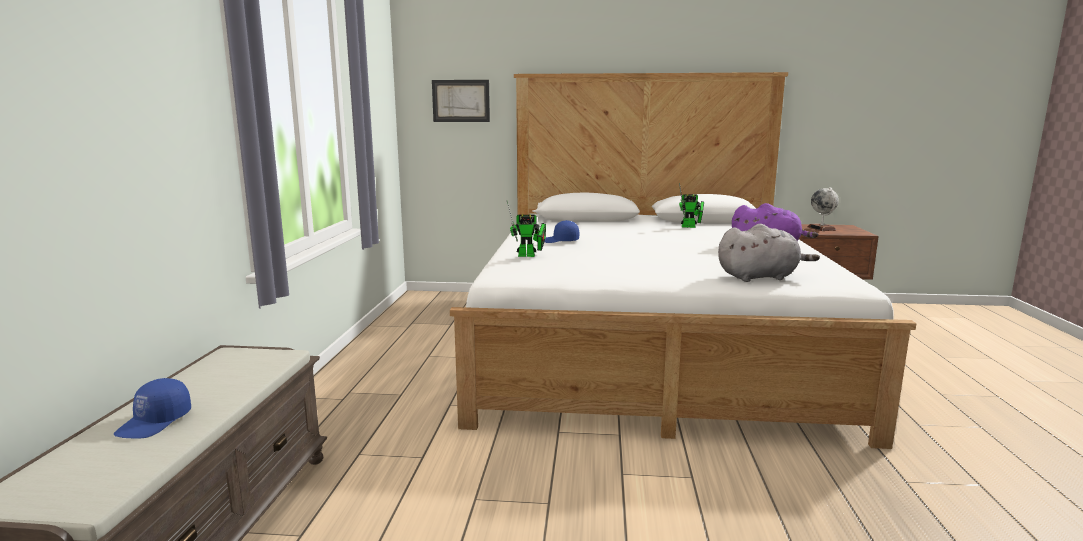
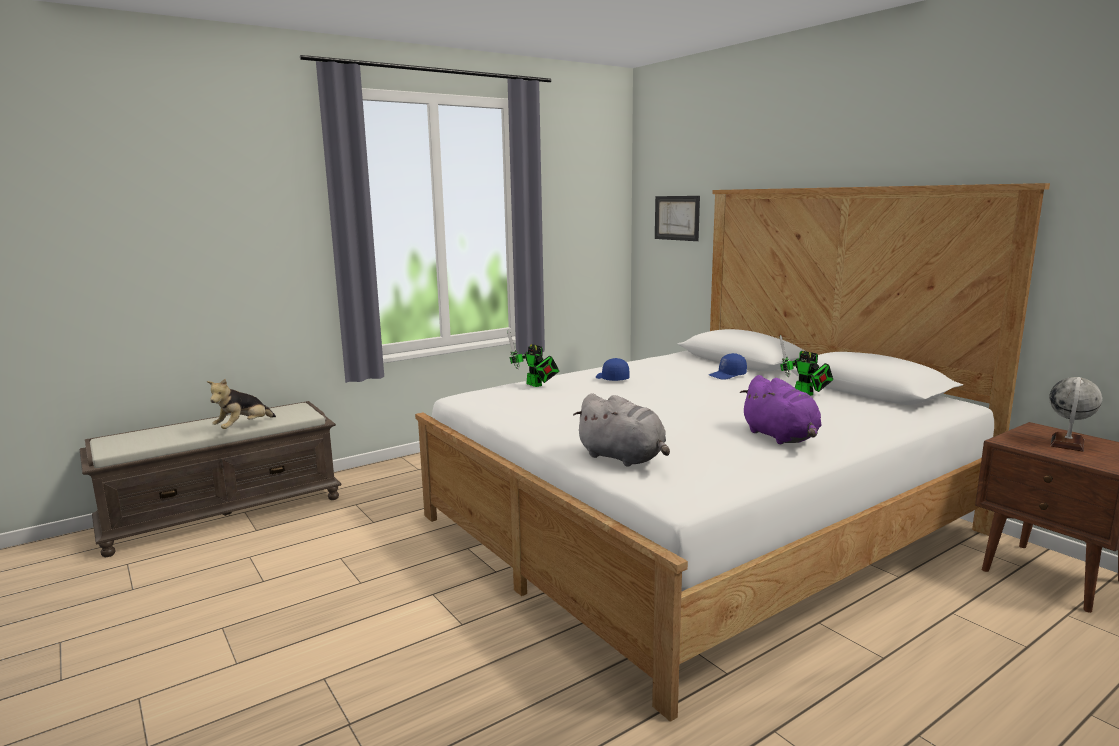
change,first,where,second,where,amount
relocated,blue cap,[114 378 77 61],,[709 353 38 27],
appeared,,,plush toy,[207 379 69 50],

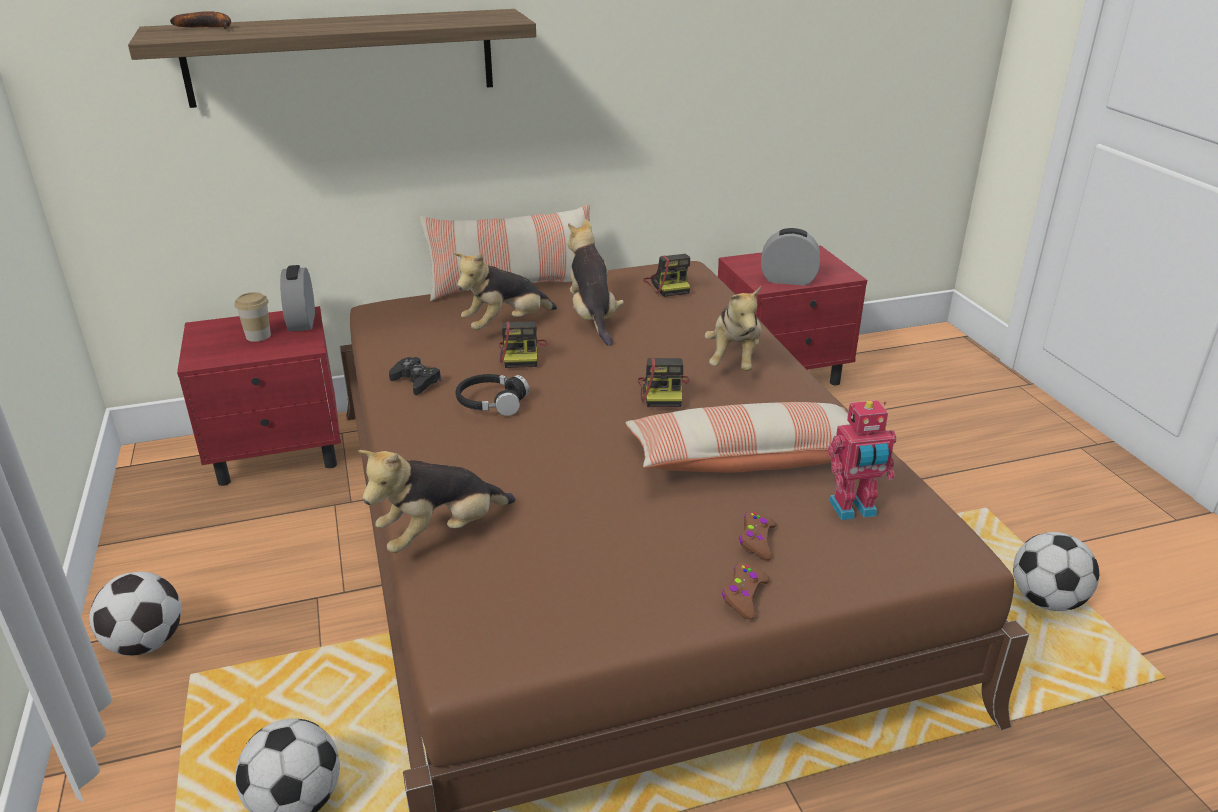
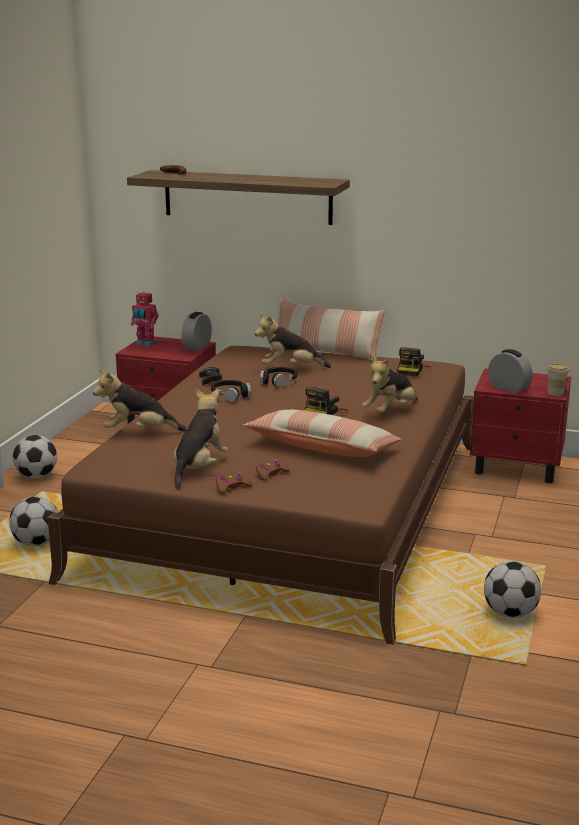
change,first,where,second,where,amount
relocated,plush toy,[567 219 57 127],,[173 389 55 100],
relocated,cup,[235 292 36 50],,[547 364 22 32],
exchanged,photo camera,[499 321 49 47],black headphones,[260 367 37 21],
relocated,toy robot,[828 400 68 120],,[130 291 29 55],

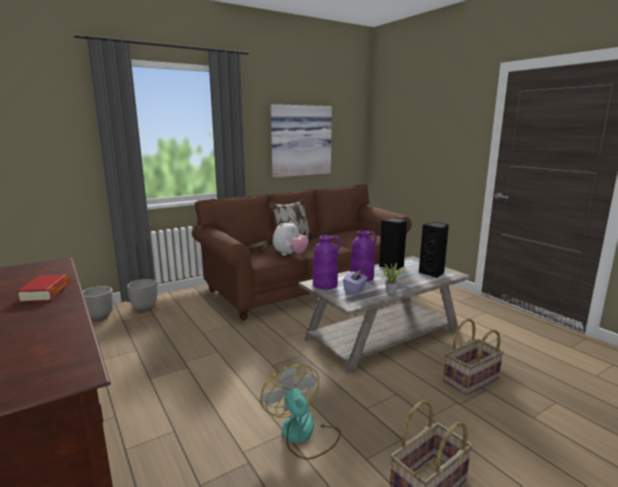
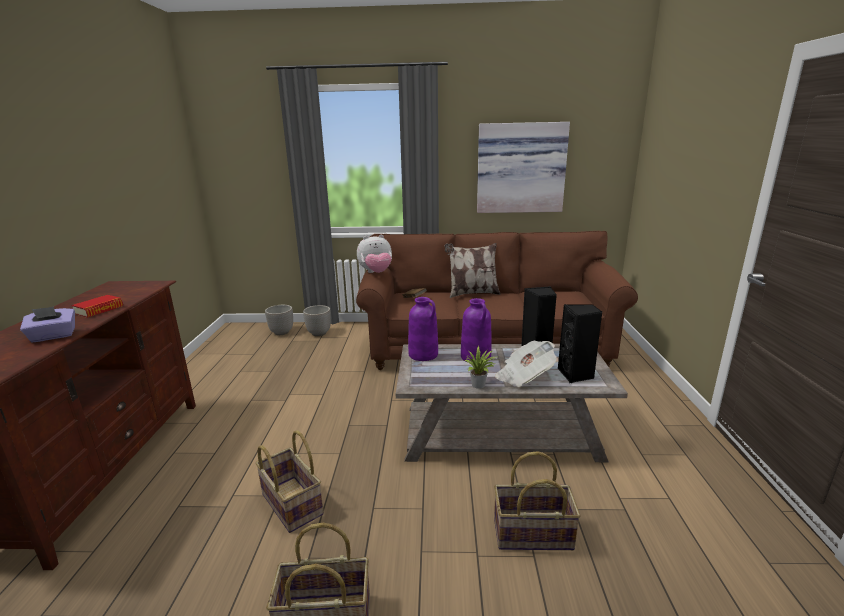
change,first,where,second,where,amount
relocated,plush toy,[273 220 36 36],,[357 235 35 38],
relocated,purple tissue box,[343 269 25 25],,[20 307 55 35],
exchanged,fan,[260 364 81 96],basket,[255 430 69 103],
appeared,,,newspaper,[495 341 62 46],

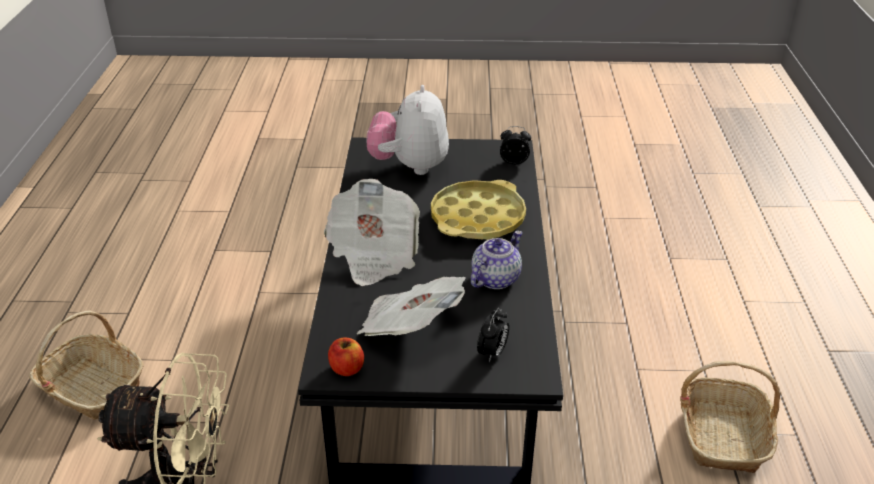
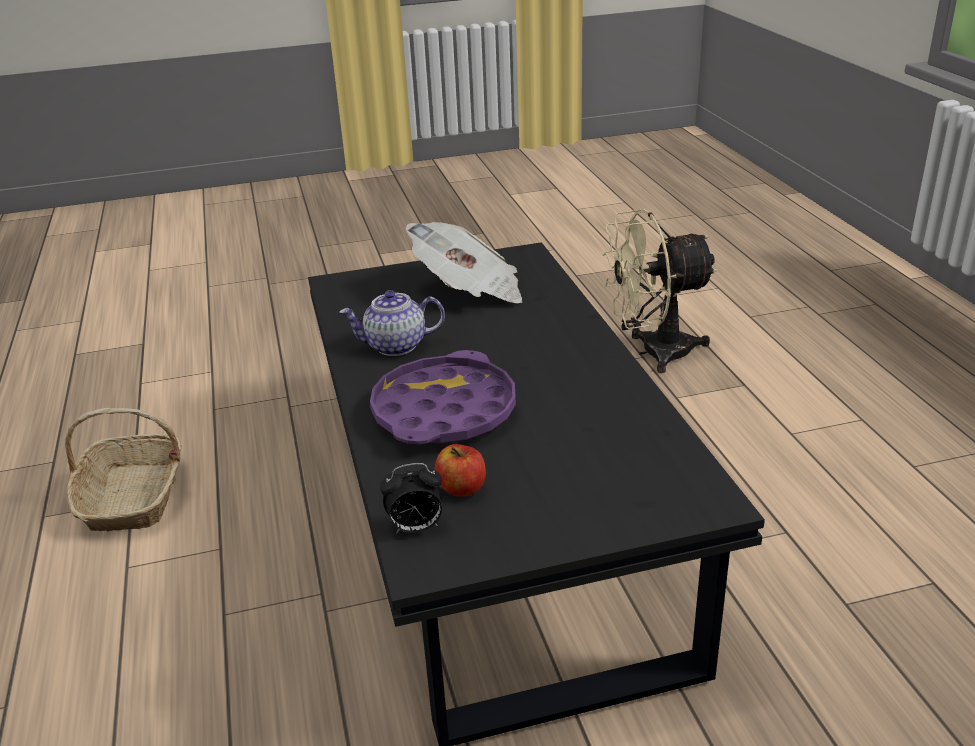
change,first,where,second,where,amount
missing,plush toy,[366 85 83 90],,,
missing,newspaper,[324 179 96 107],,,
colour,yellow tray,[431 180 95 60],purple tray,[370 350 146 94],
spun,teapot,[471 231 51 58],,[339 290 106 66],60 degrees clockwise
missing,alarm clock,[477 308 32 54],,,
missing,basket,[29 311 115 108],,,
relocated,apple,[328 338 36 38],,[435 444 51 53],

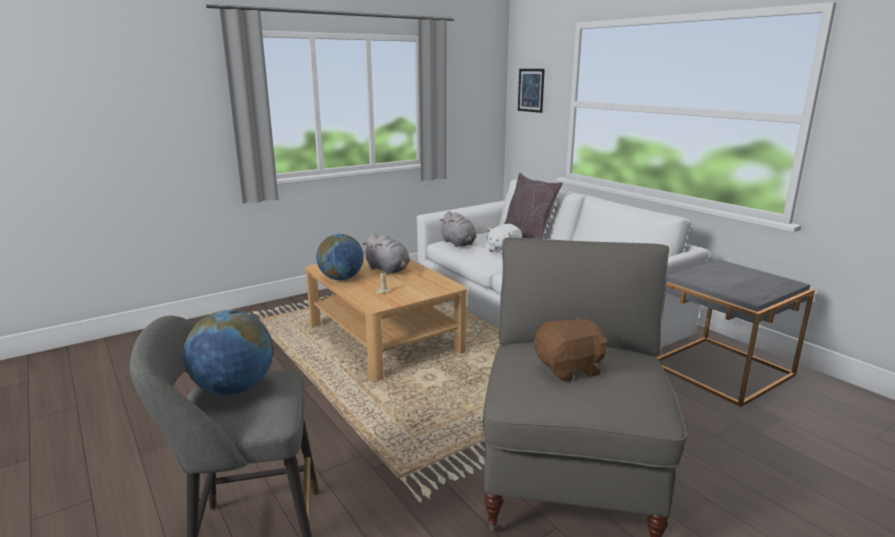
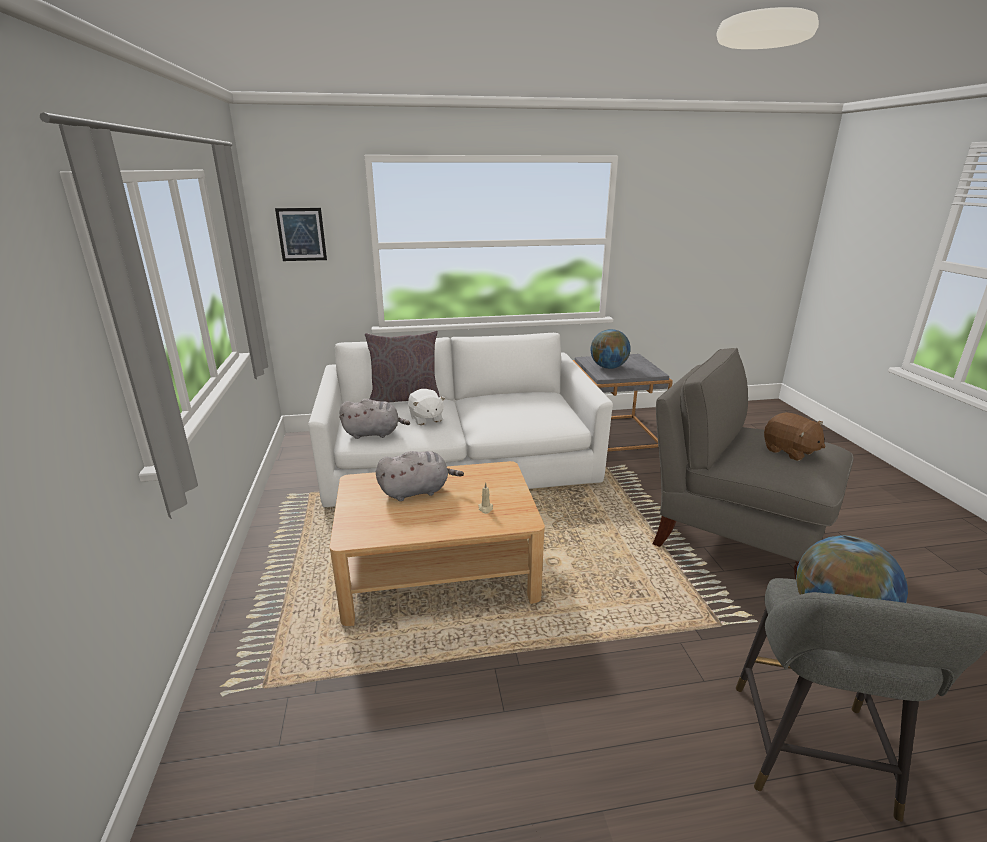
change,first,where,second,where,amount
relocated,globe,[316 234 48 46],,[591 329 39 40],
spun,brown plush toy,[534 316 73 66],,[764 412 62 49],135 degrees clockwise

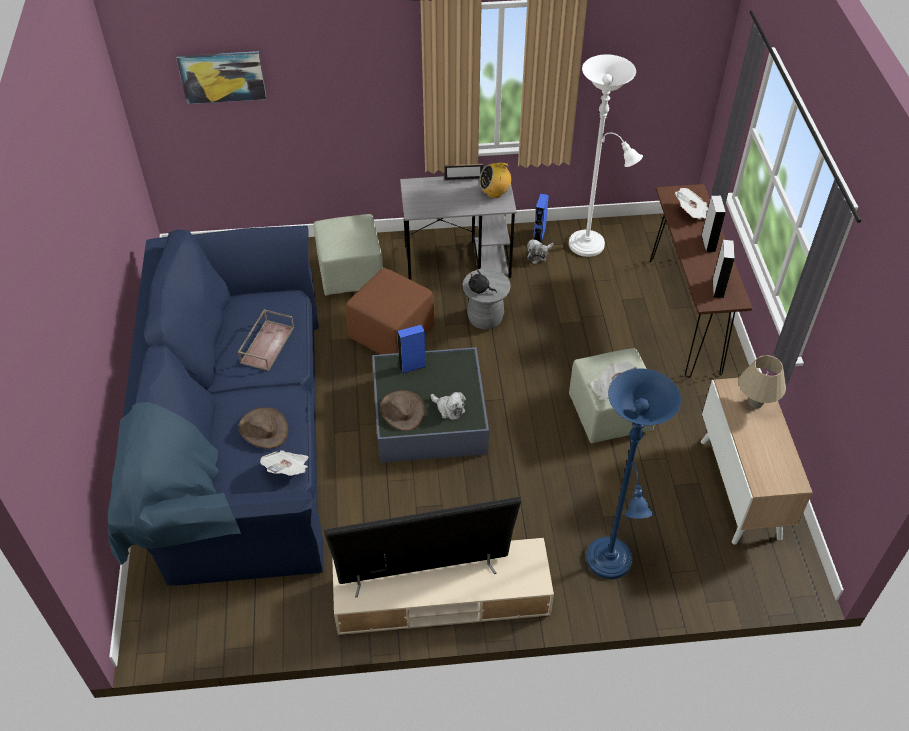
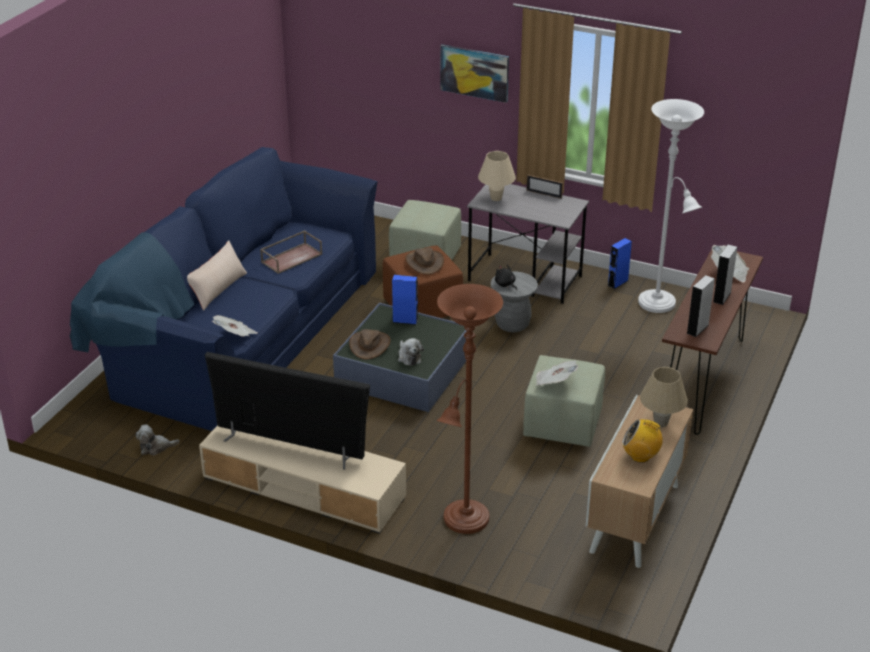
change,first,where,second,where,amount
relocated,picture,[176 51 90 53],,[440 44 69 59],
relocated,radio,[479 163 32 35],,[622 419 42 44],
relocated,plush toy,[527 239 27 26],,[135 425 44 30],
colour,blue floor lamp,[586 369 95 210],brown floor lamp,[437 284 66 250],
relocated,brown hat,[239 407 49 42],,[405 247 39 28],
appeared,,,beige table lamp,[478 151 38 50],
appeared,,,beige pillow,[187 240 60 71],

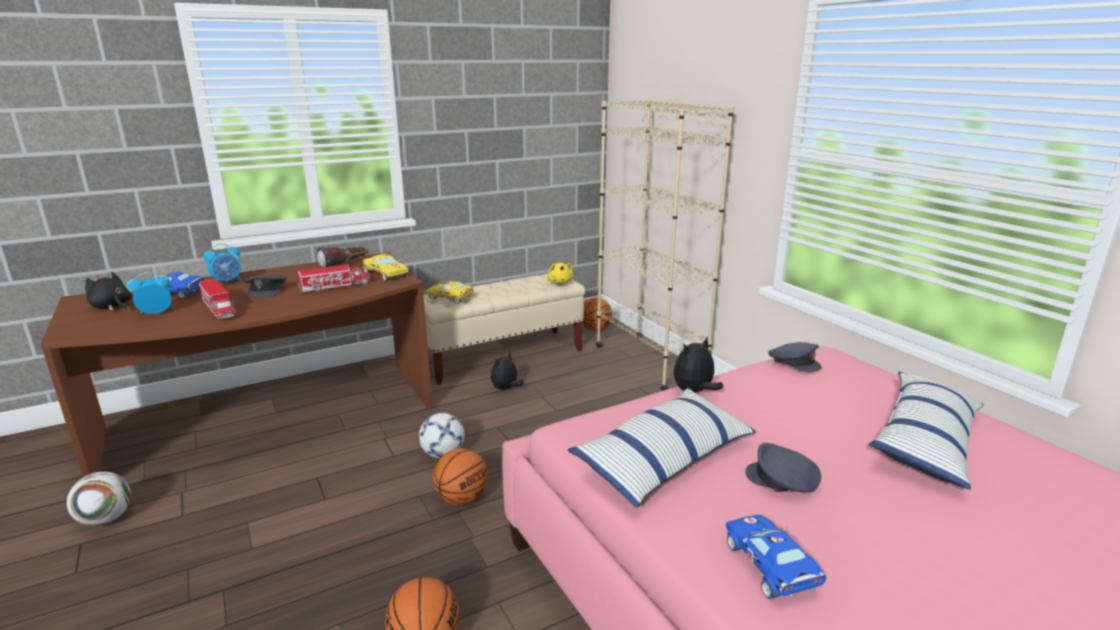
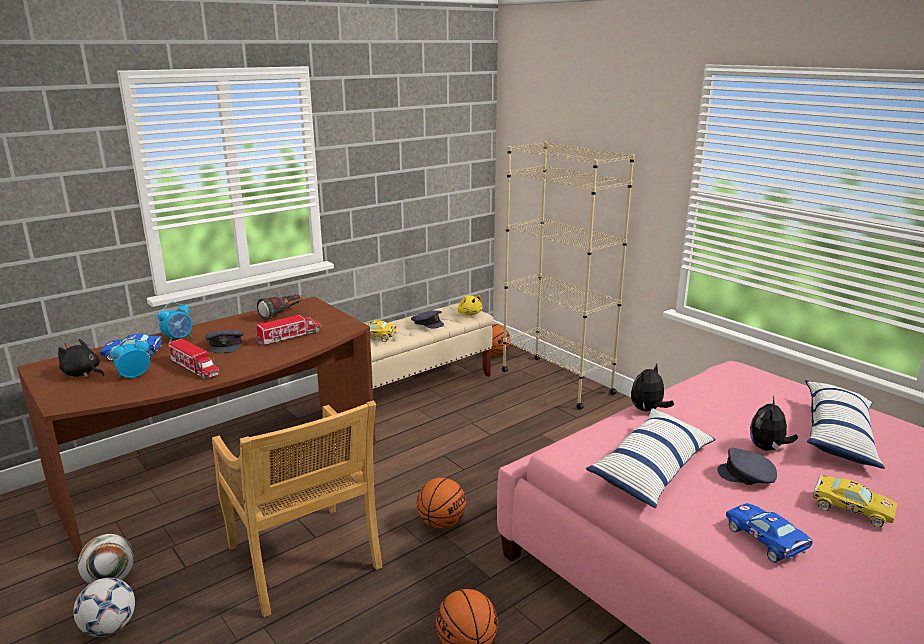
change,first,where,second,where,amount
relocated,yellow toy car,[362 253 46 27],,[813 475 84 52],
relocated,grey cap,[768 342 54 30],,[411 310 33 18],
relocated,plush toy,[491 351 33 39],,[750 396 48 55],
relocated,football,[419 413 46 45],,[73 578 62 59],
appeared,,,beige chair,[212 400 171 217],

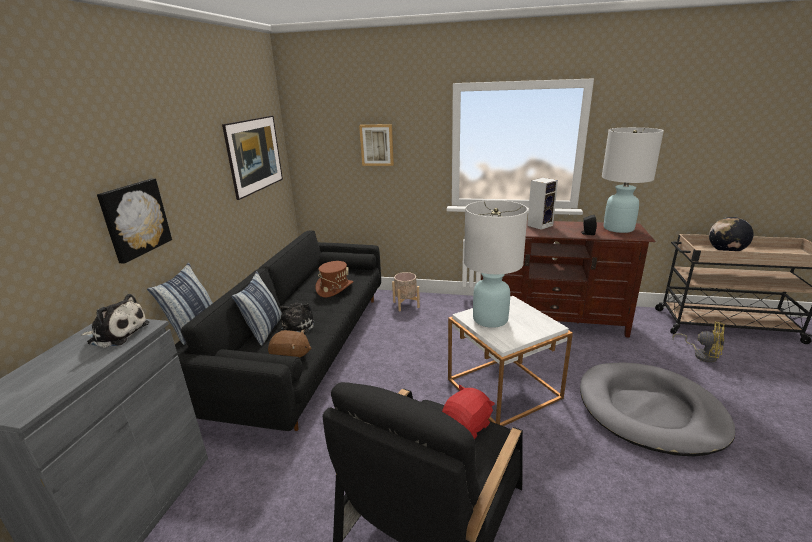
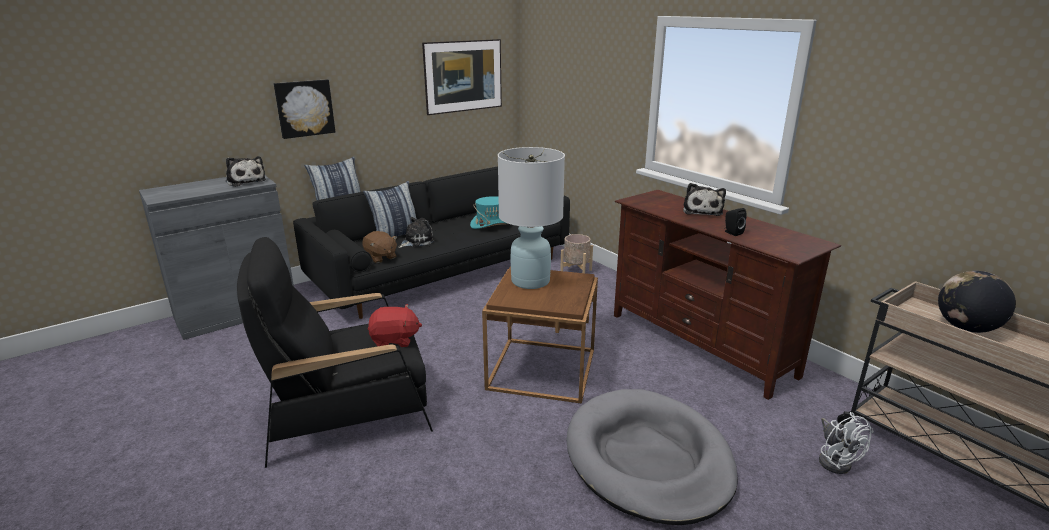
change,first,where,second,where,amount
missing,picture,[359 124 35 42],,,
missing,white table lamp,[602 127 62 106],,,
exchanged,speaker,[527 178 31 52],plush toy,[683 183 43 33],
colour,brown hat,[315 261 38 37],turquoise hat,[470 196 37 33],
colour,white side table,[448 296 125 130],brown side table,[482 266 116 138],
colour,yellow fan,[673 322 52 41],white fan,[819 412 55 62],

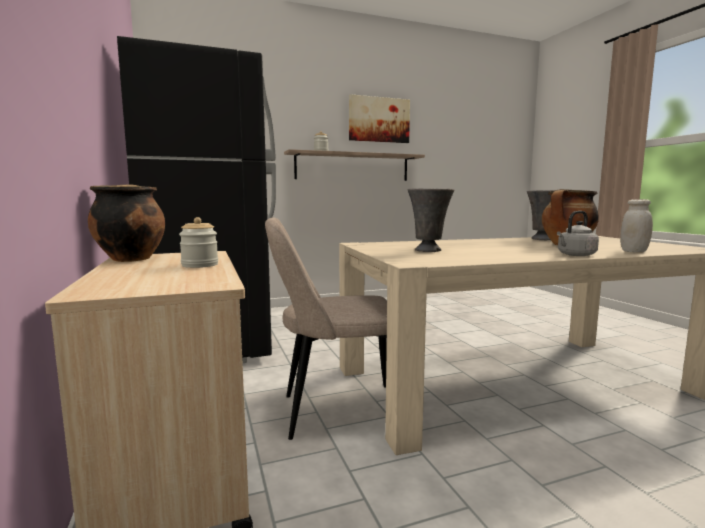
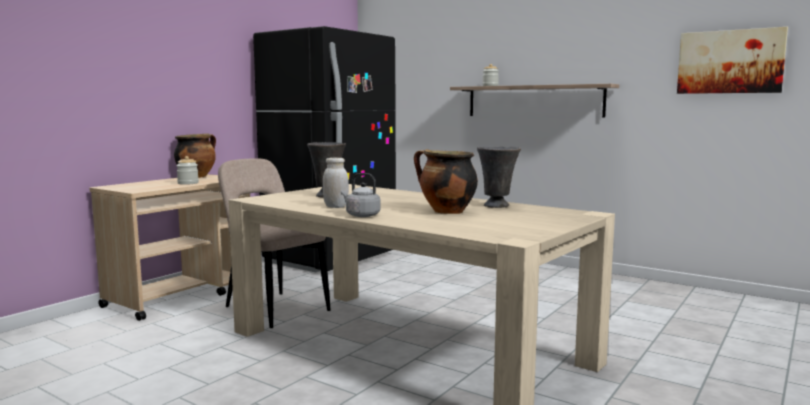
change,first,where,second,where,amount
relocated,picture,[349 94 61 49],,[677 27 111 67],
relocated,white jar,[620 199 33 53],,[323 158 26 50],

